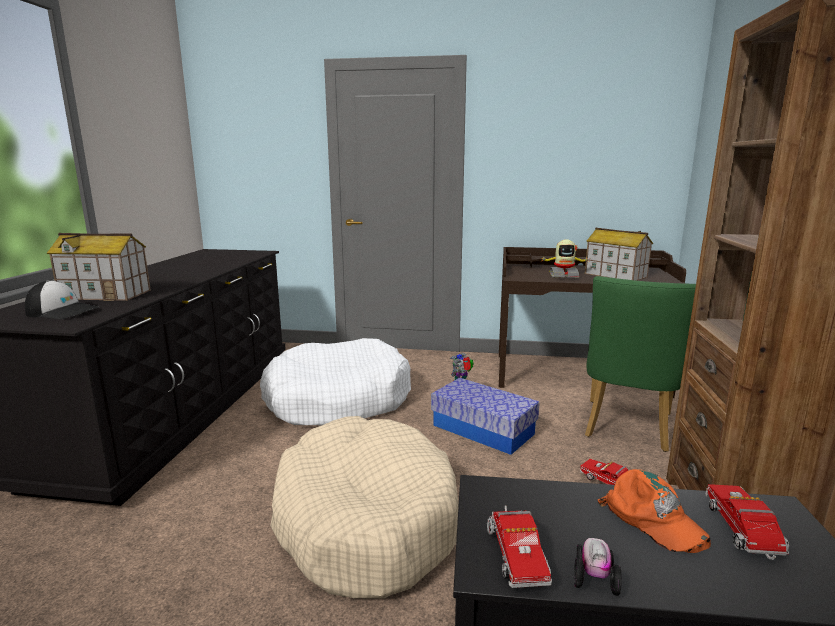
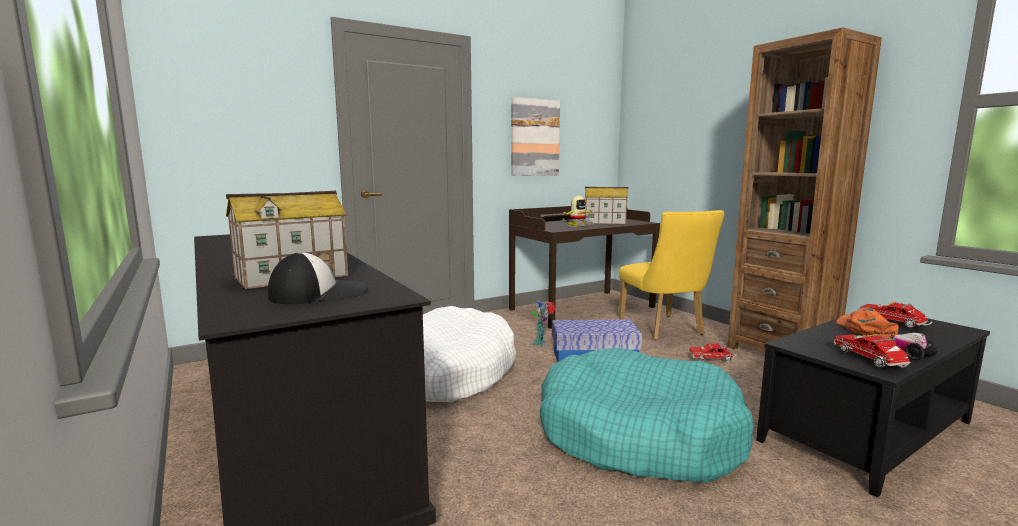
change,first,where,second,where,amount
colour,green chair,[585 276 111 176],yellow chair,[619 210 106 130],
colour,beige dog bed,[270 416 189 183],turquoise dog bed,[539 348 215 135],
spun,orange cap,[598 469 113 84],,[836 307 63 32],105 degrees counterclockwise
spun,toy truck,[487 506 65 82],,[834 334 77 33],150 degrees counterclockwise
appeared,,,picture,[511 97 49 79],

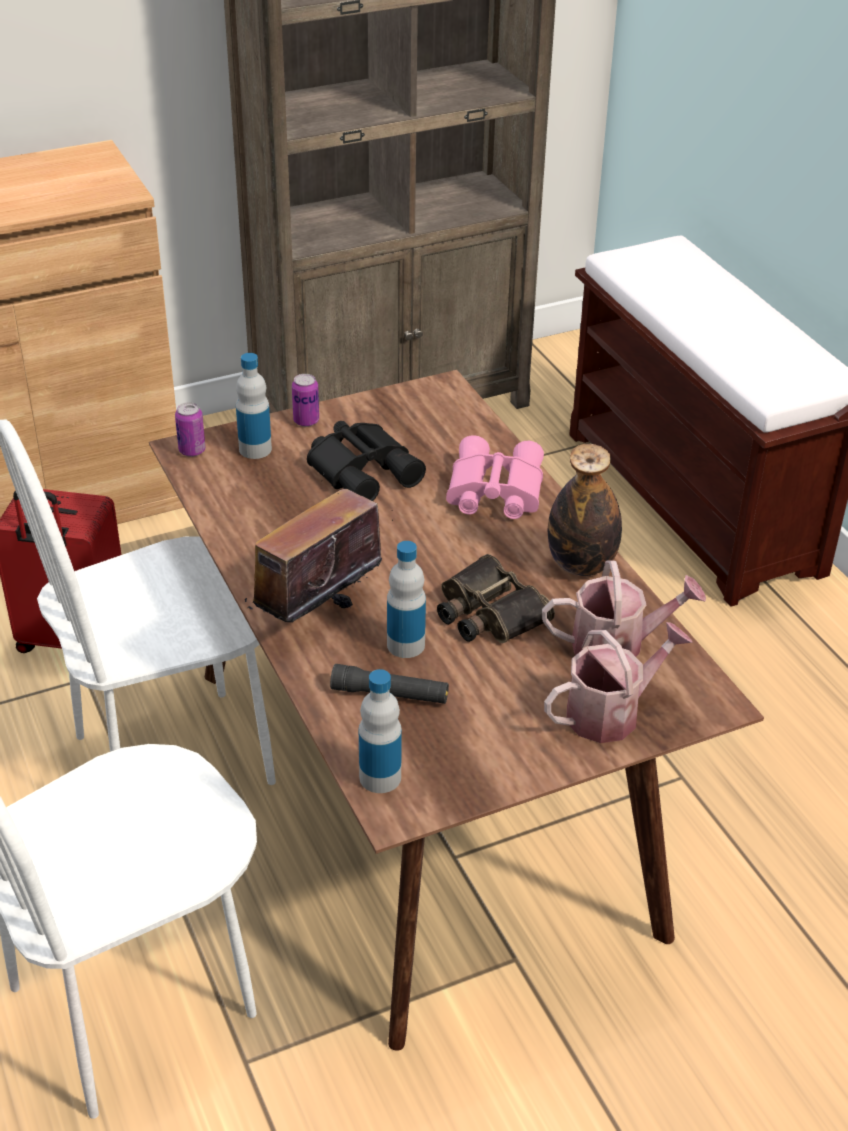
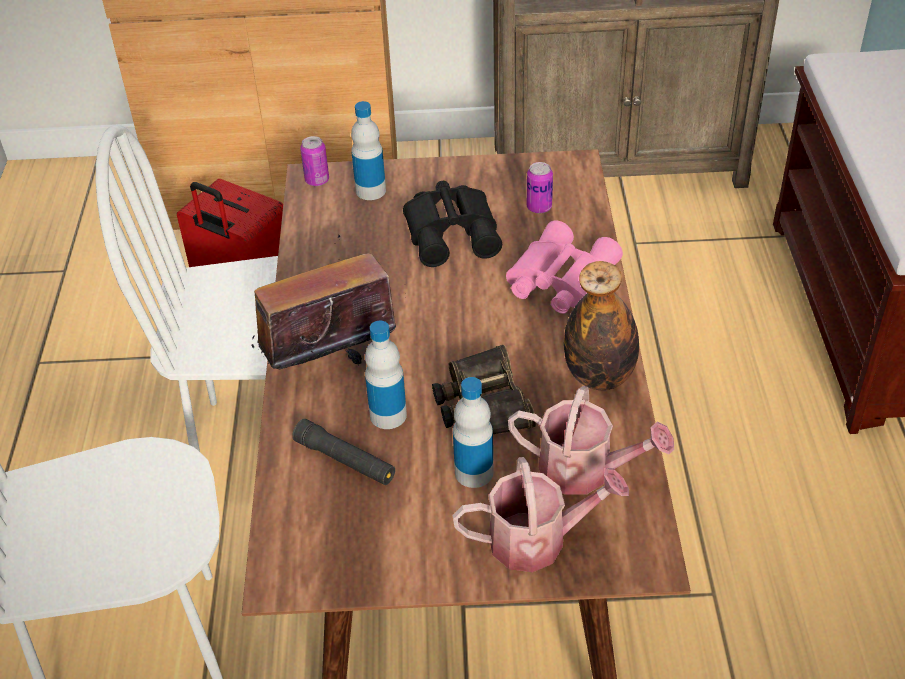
change,first,where,second,where,amount
relocated,can,[292 374 27 53],,[527 162 26 51],
relocated,bottle,[359 669 43 124],,[453 377 40 111],

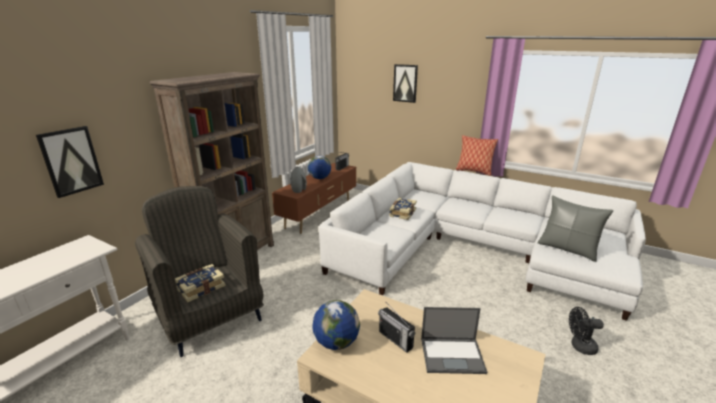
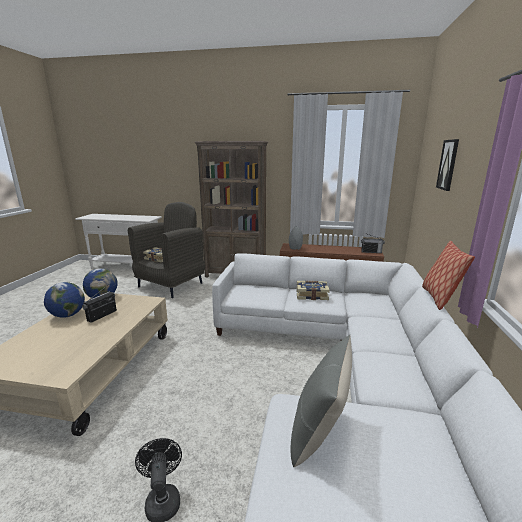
change,first,where,second,where,amount
missing,picture,[36 126 68 72],,,
relocated,globe,[308 156 23 23],,[44 282 41 36],
missing,laptop,[421 307 66 67],,,

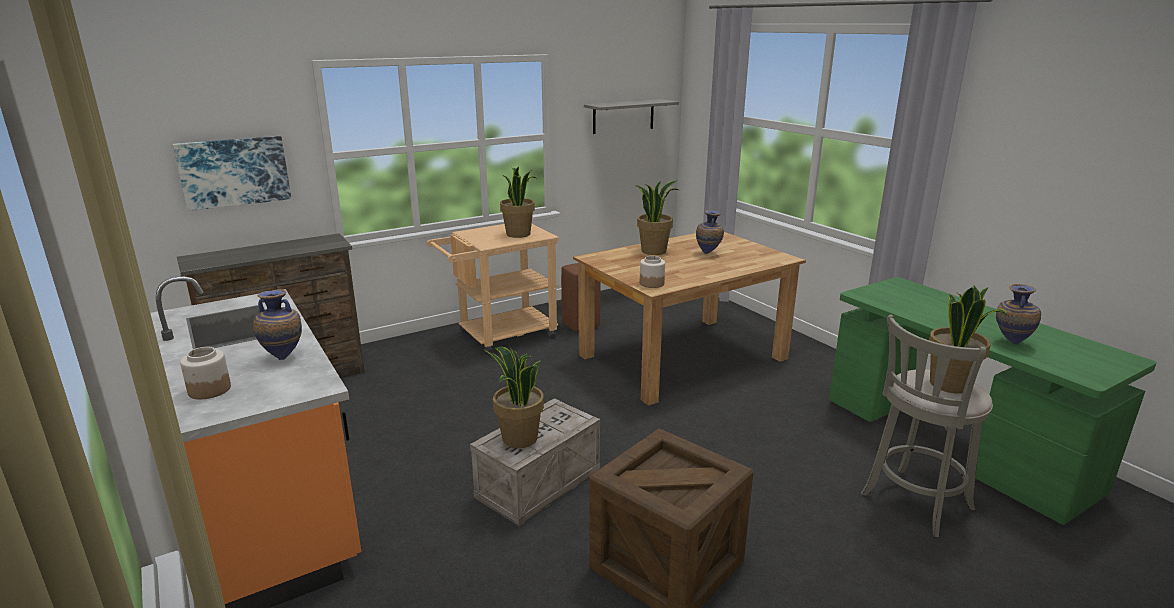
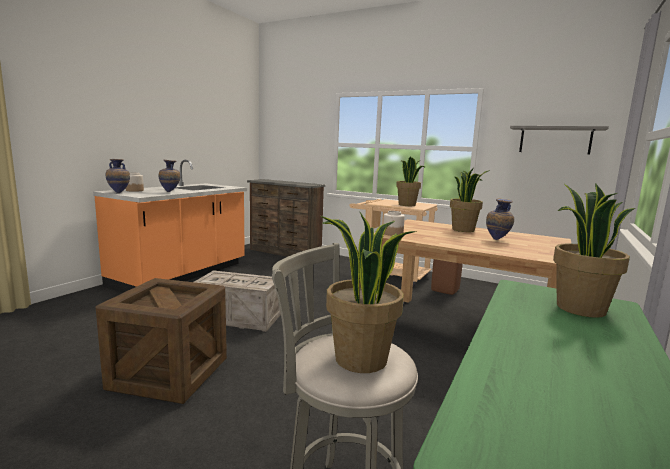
change,first,where,second,where,amount
missing,picture,[173 136 118 75],,,
relocated,vase,[996 284 45 61],,[106 159 24 34],
relocated,potted plant,[485 347 59 101],,[553 183 82 135],

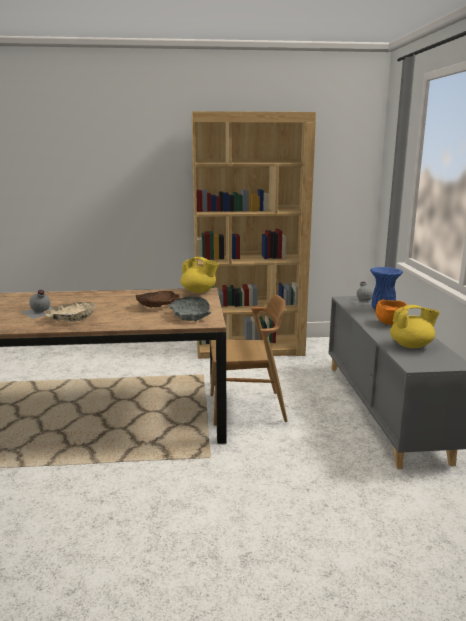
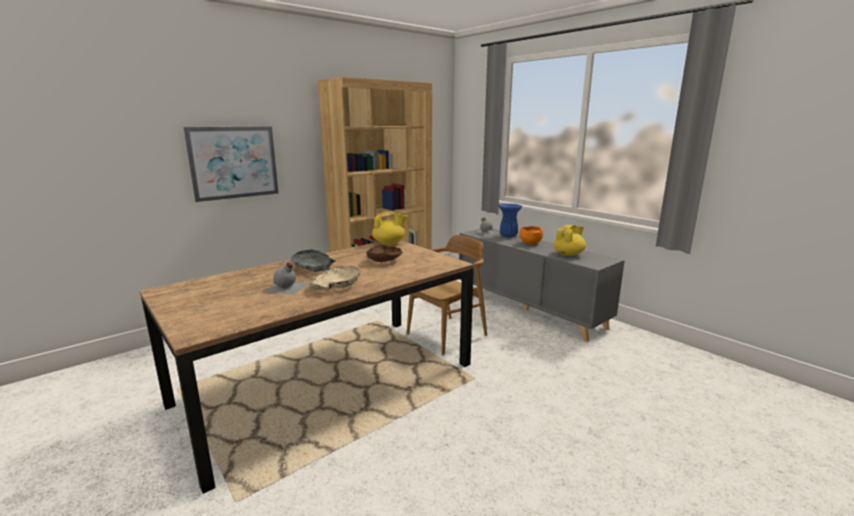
change,first,where,second,where,amount
relocated,grey bowl,[169 296 43 25],,[290 250 47 22],
appeared,,,picture,[184 126 94 76],

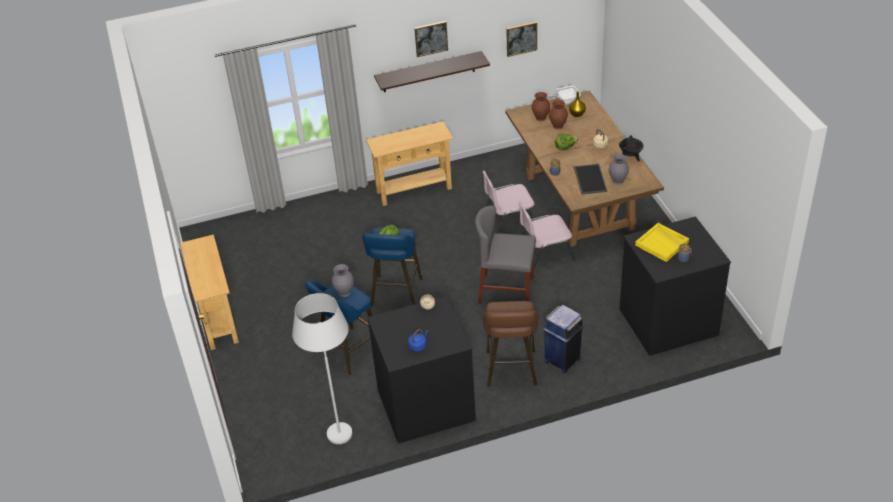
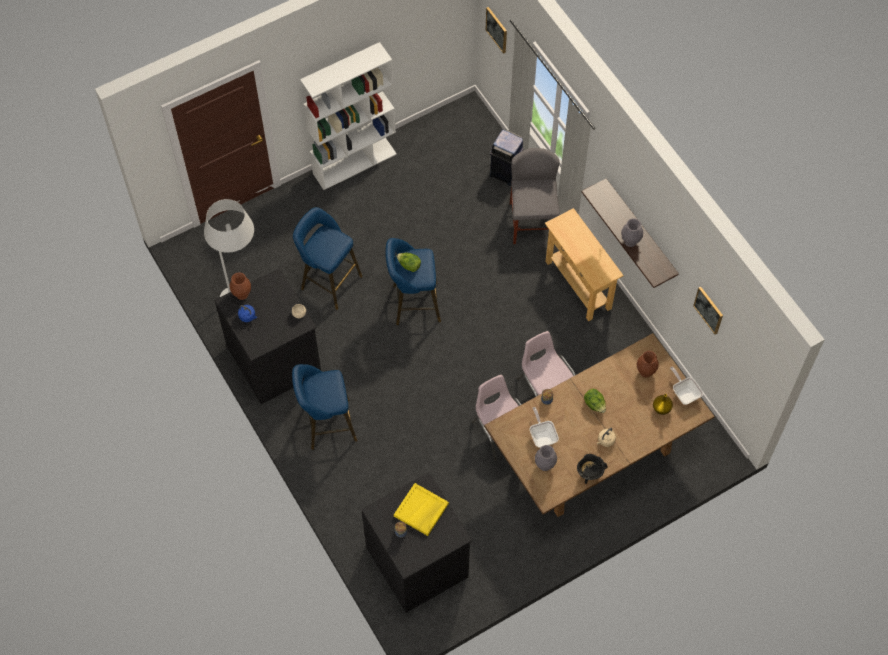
change,first,where,second,where,amount
relocated,picture,[414 21 34 36],,[486 7 21 47],
relocated,brown vase,[549 100 19 29],,[229 272 22 28],
exchanged,tray,[574 164 33 31],frying pan,[530 407 29 41],
relocated,grey chair,[475 205 61 98],,[510 148 50 96],
exchanged,beige console table,[180 234 59 116],white bookcase,[300 42 97 148],
relocated,grey vase,[332 264 22 33],,[621 218 22 29],
colour,brown stool,[482 301 57 86],blue stool,[292 364 65 86],
relocated,blue trash can,[543 305 41 68],,[490 129 34 57],

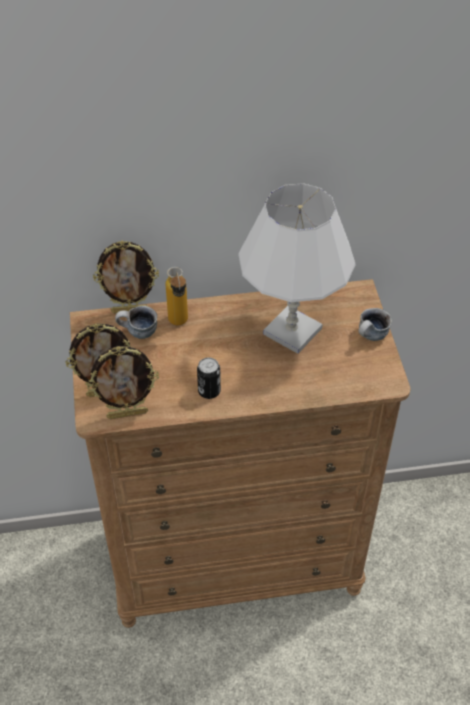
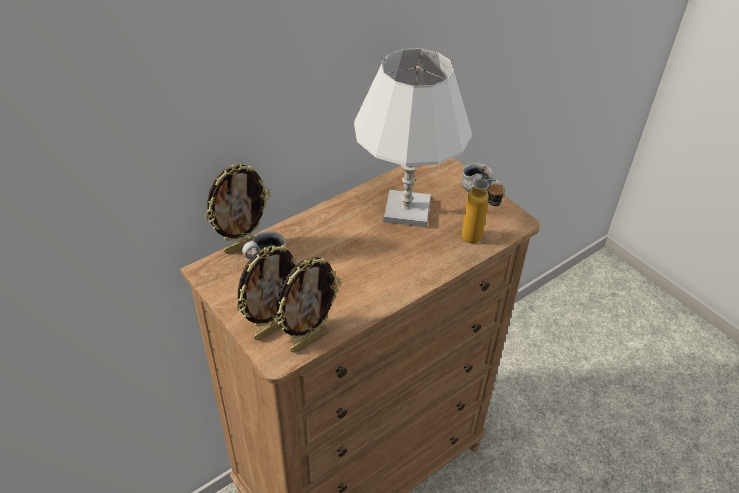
change,first,where,second,where,amount
relocated,bottle,[165 267 23 58],,[462 179 43 64],
missing,can,[197 357 24 42],,,

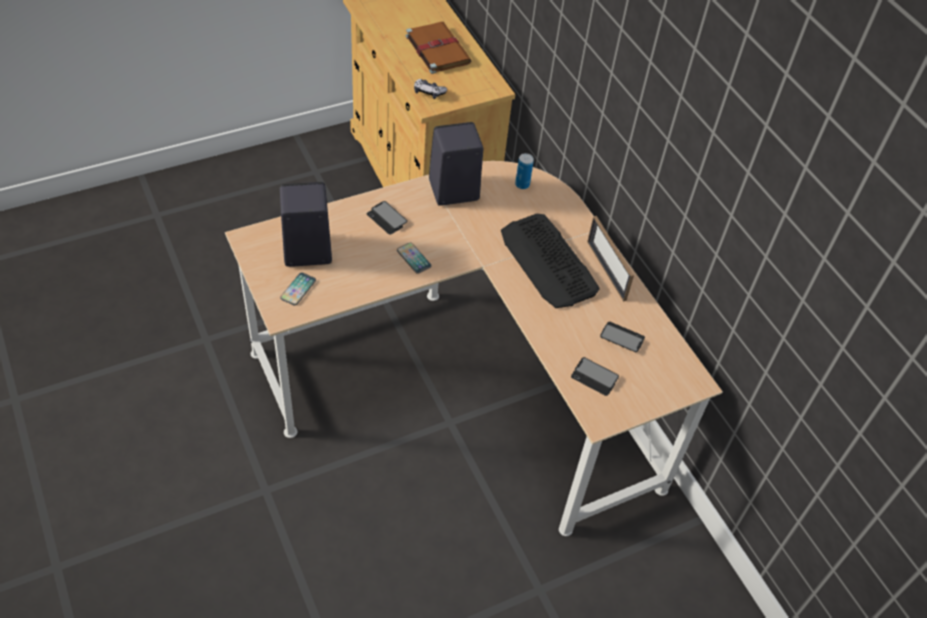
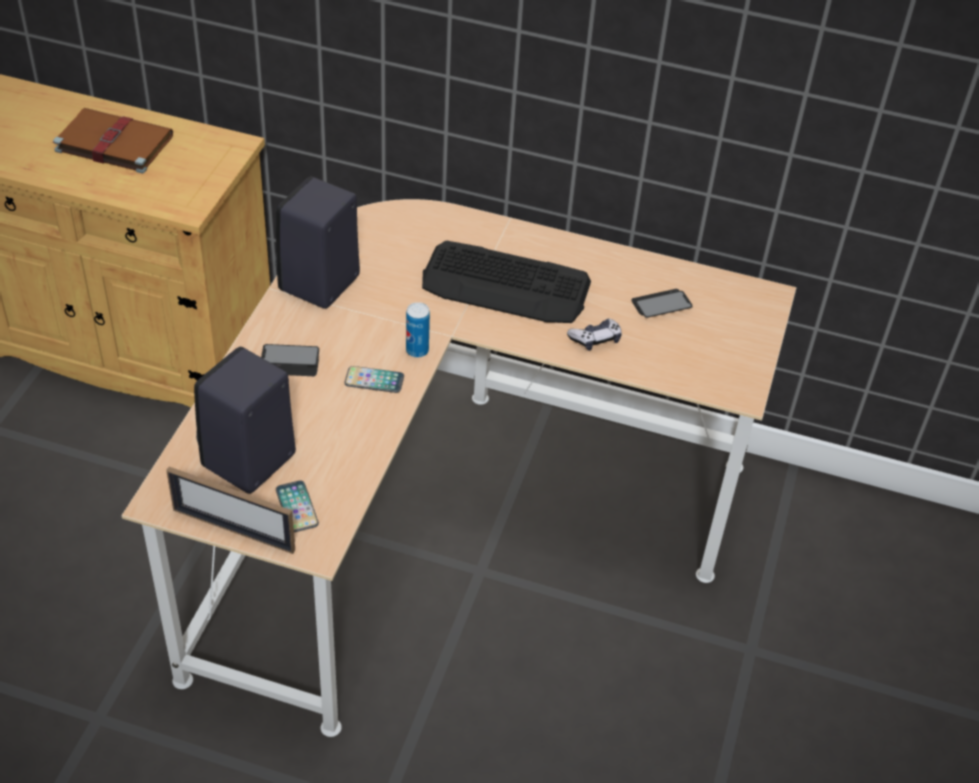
change,first,where,second,where,amount
relocated,game controller,[414 79 33 20],,[567 319 55 32],
relocated,can,[515 153 19 36],,[406 302 24 56],
relocated,picture frame,[587 216 47 86],,[166 467 129 87],
missing,phone,[571 357 48 39],,,

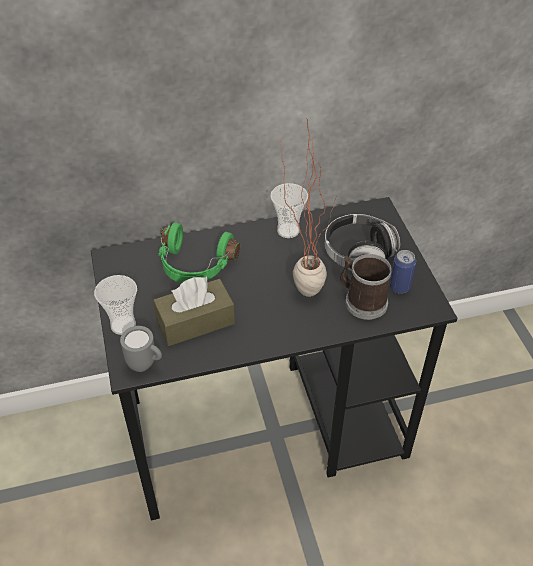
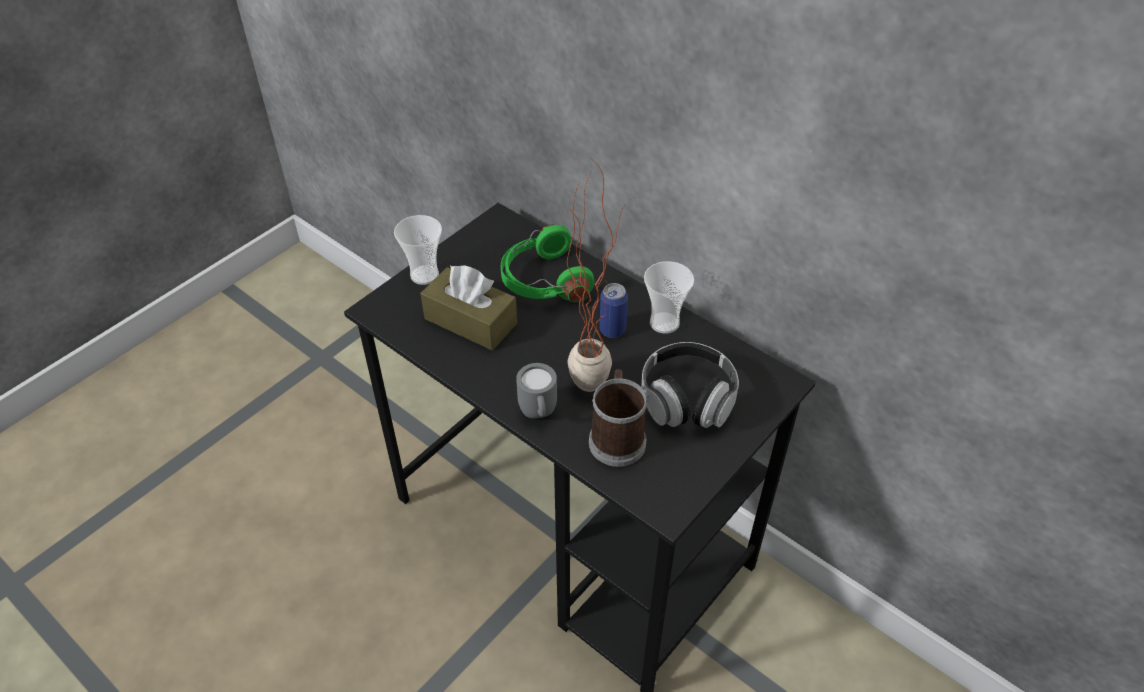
change,first,where,second,where,amount
relocated,can,[390 250 26 44],,[600 283 28 55],
relocated,grey mug,[120 326 42 46],,[516 363 41 55],

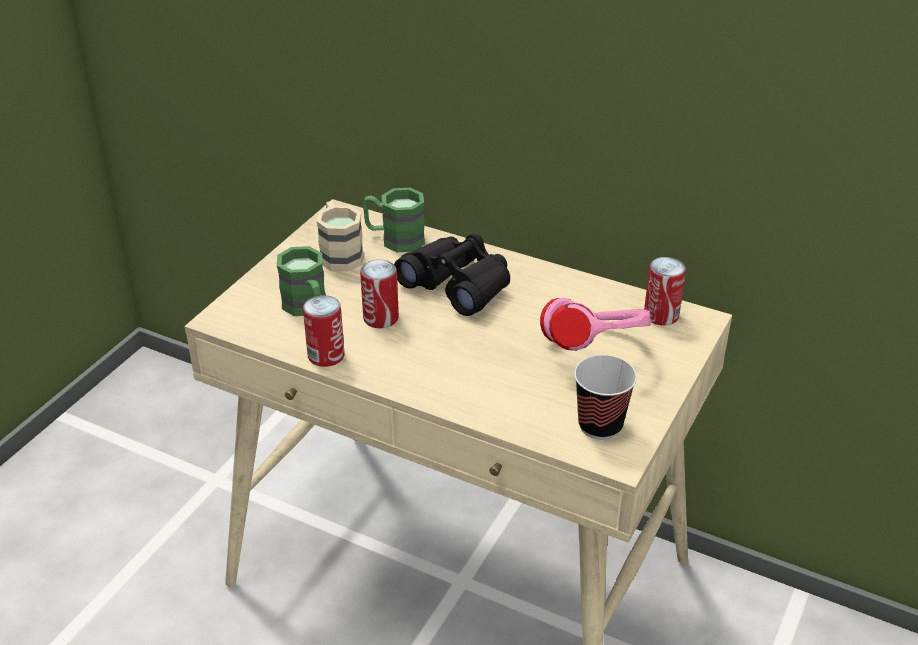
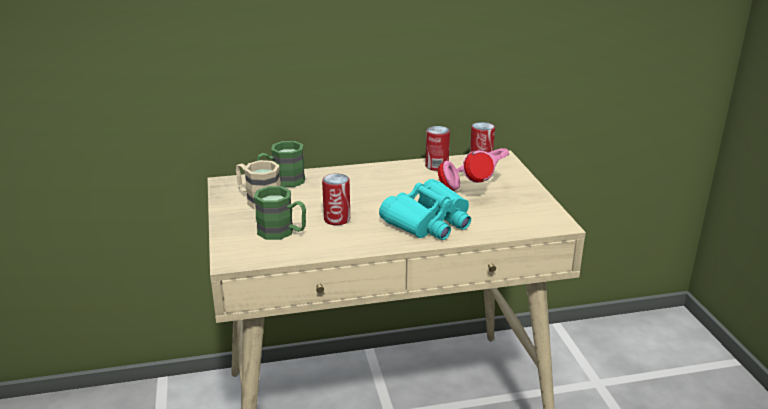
change,first,where,second,where,amount
missing,black binoculars,[394 234 116 82],,,
relocated,can,[303 295 42 72],,[425 126 25 45],
missing,cup,[574 355 63 85],,,
appeared,,,turquoise binoculars,[379 179 92 61],

